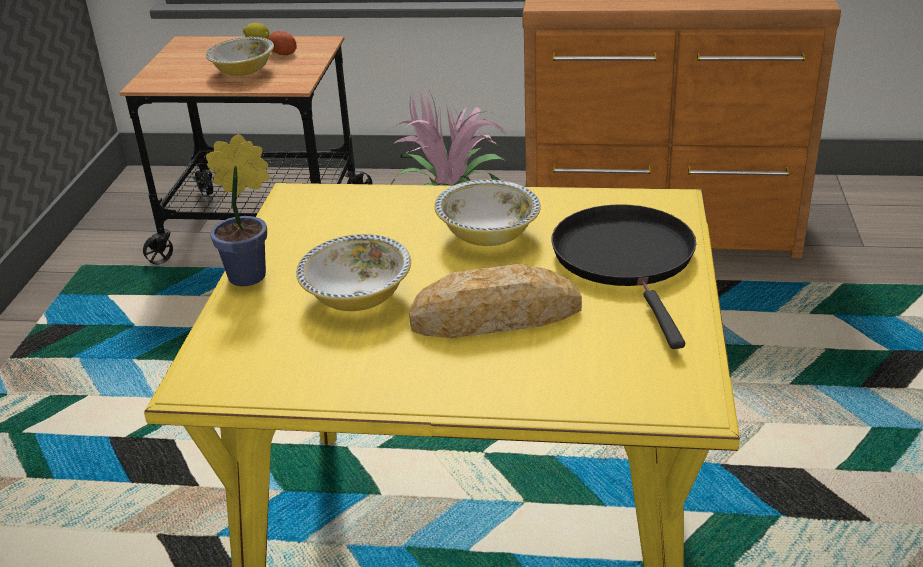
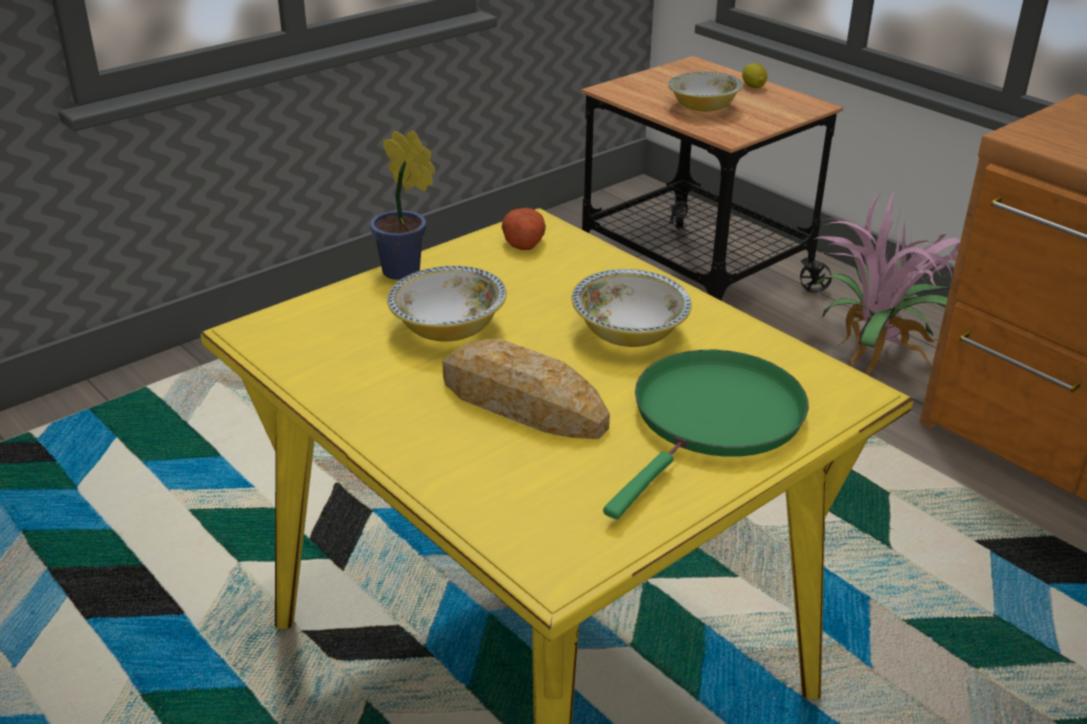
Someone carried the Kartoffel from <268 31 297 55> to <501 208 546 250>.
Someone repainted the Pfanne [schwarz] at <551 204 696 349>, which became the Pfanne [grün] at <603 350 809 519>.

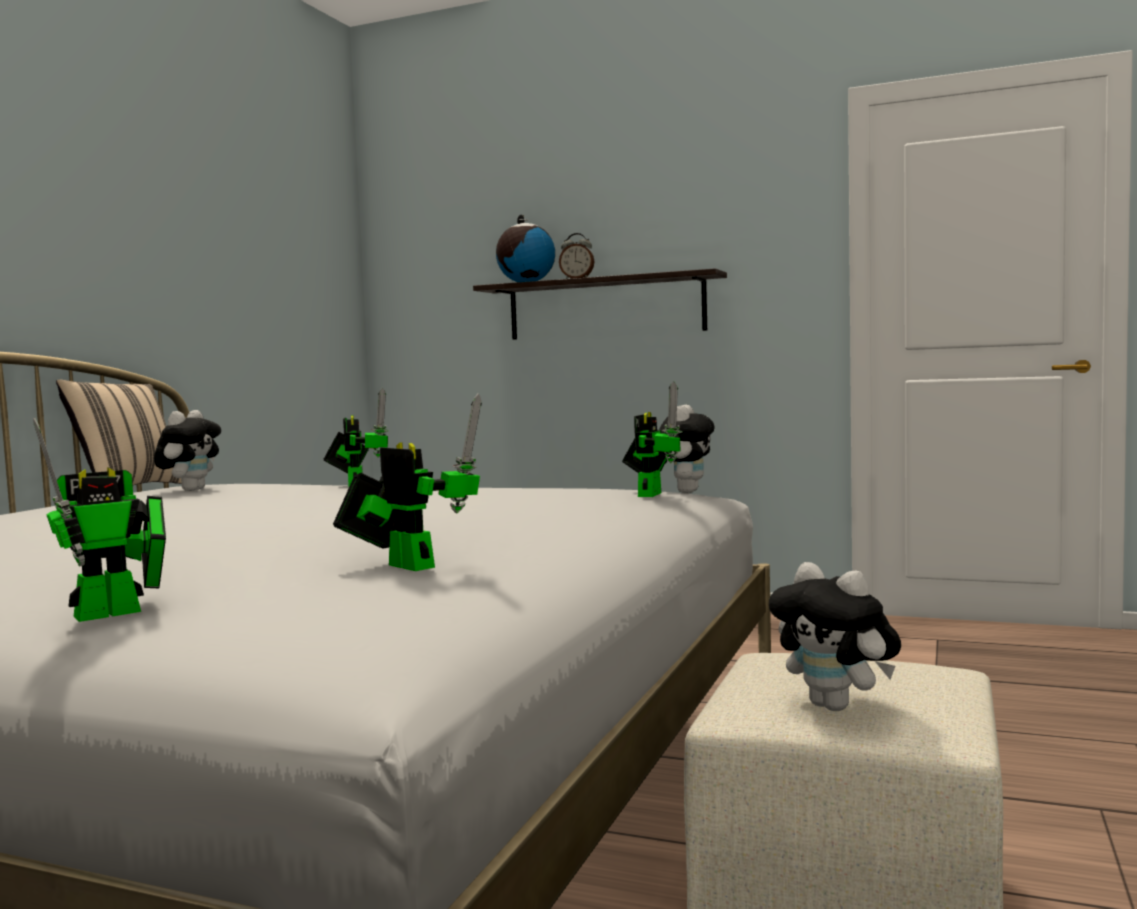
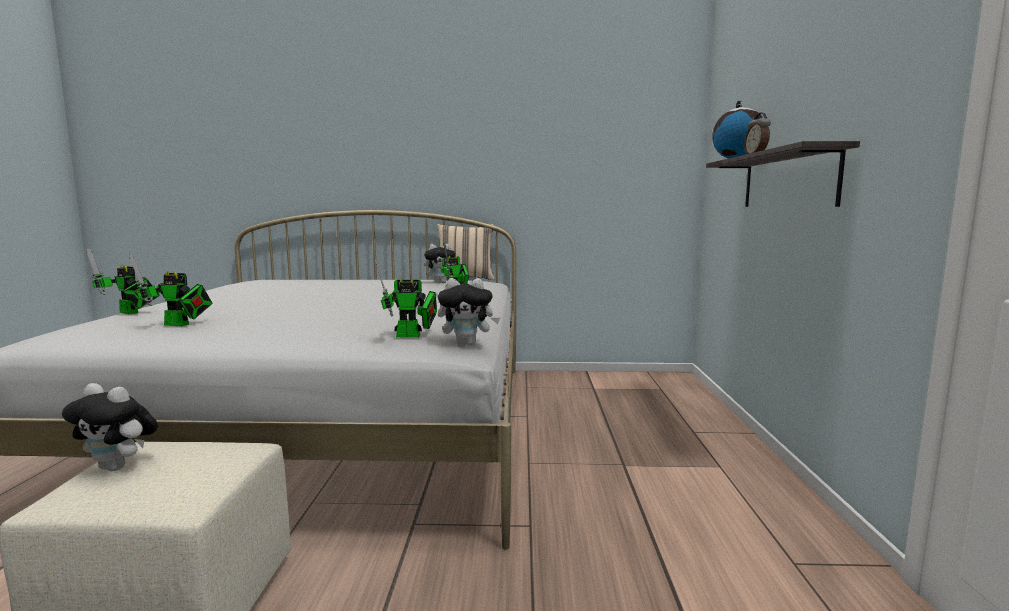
Someone rotated the Plüschtier at <769 562 901 711> by 105 degrees counterclockwise.
Someone rotated the Spielzeugroboter at <333 393 482 571> by 75 degrees clockwise.

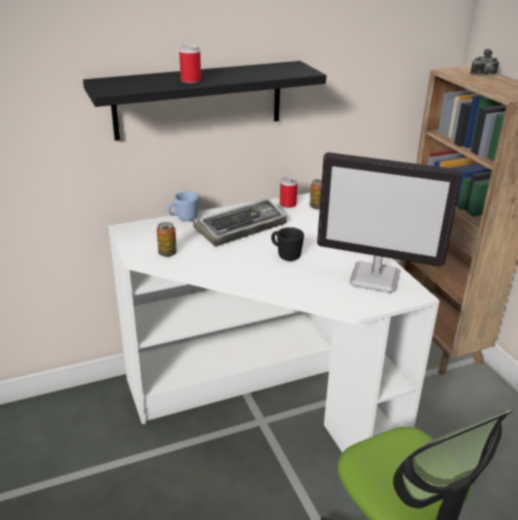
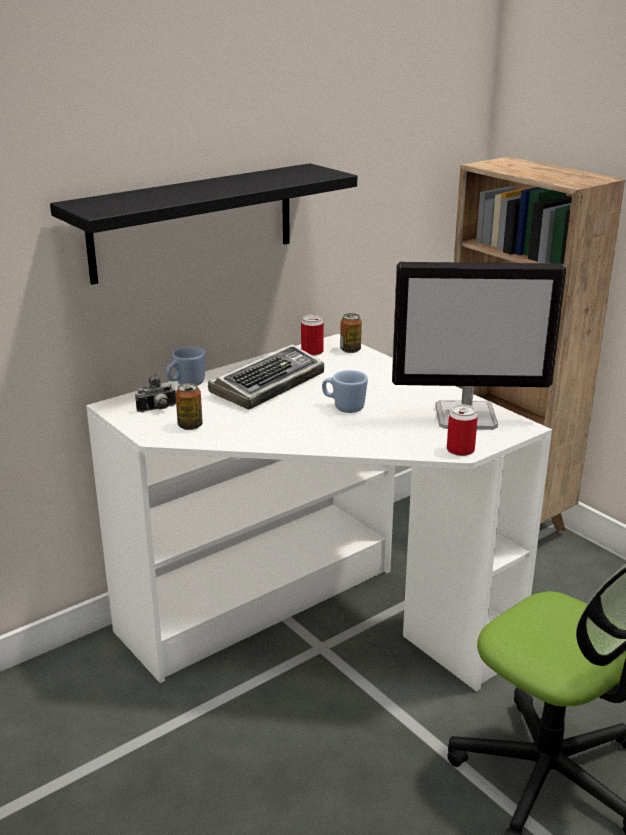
Someone carried the Kamera from <470 49 499 75> to <135 374 176 412>.
Someone repainted the Henkelbecher [schwarz] at <271 227 304 261>, which became the Henkelbecher [blau] at <322 370 368 413>.
Someone carried the Dose from <179 45 201 83> to <447 404 478 456>.

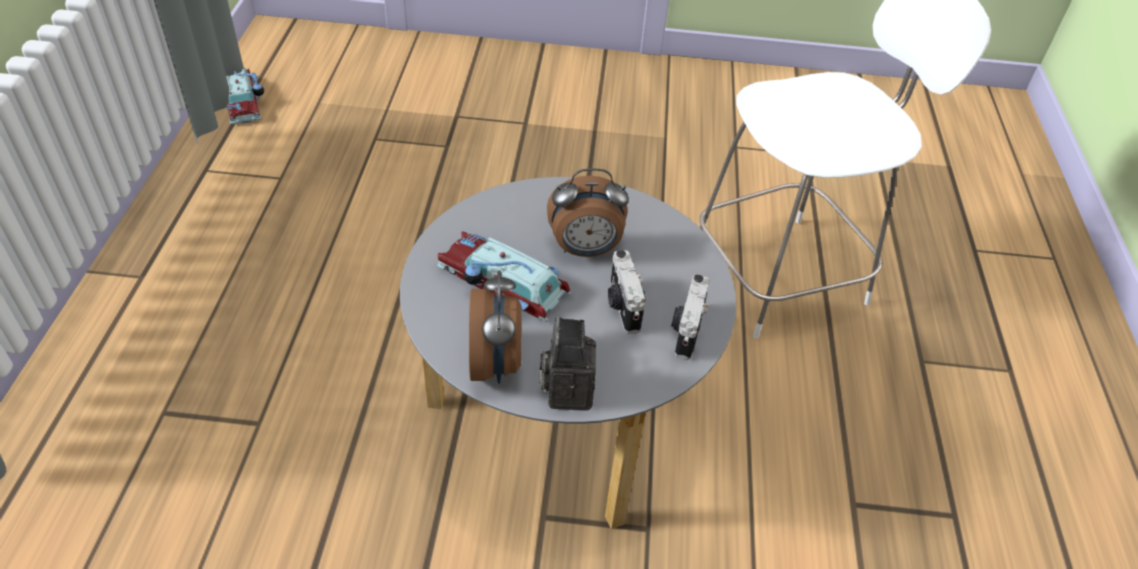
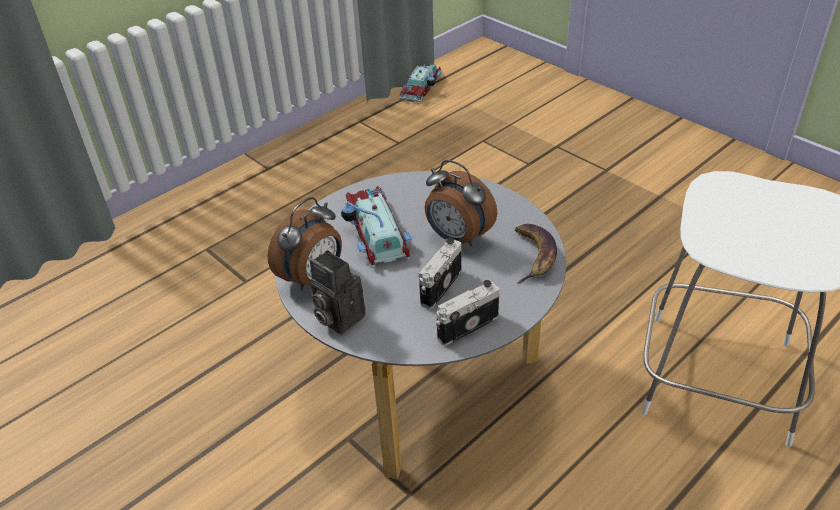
Someone rotated the Kamera at <539 315 596 411> by 90 degrees counterclockwise.
Someone put down the Banane at <515 224 557 284>.

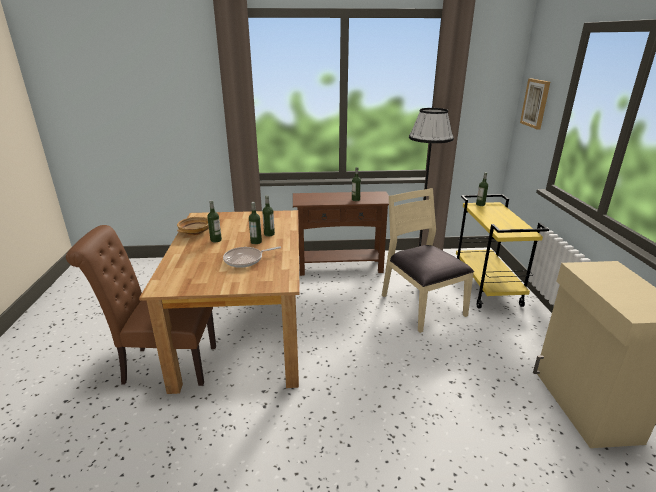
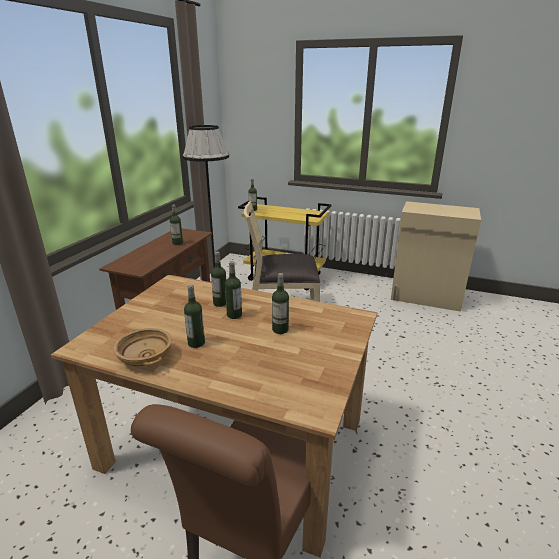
Someone swapped the Pfanne at <223 246 281 268> for the Flasche at <272 273 289 334>.
Someone took away the Bild at <520 78 550 129>.

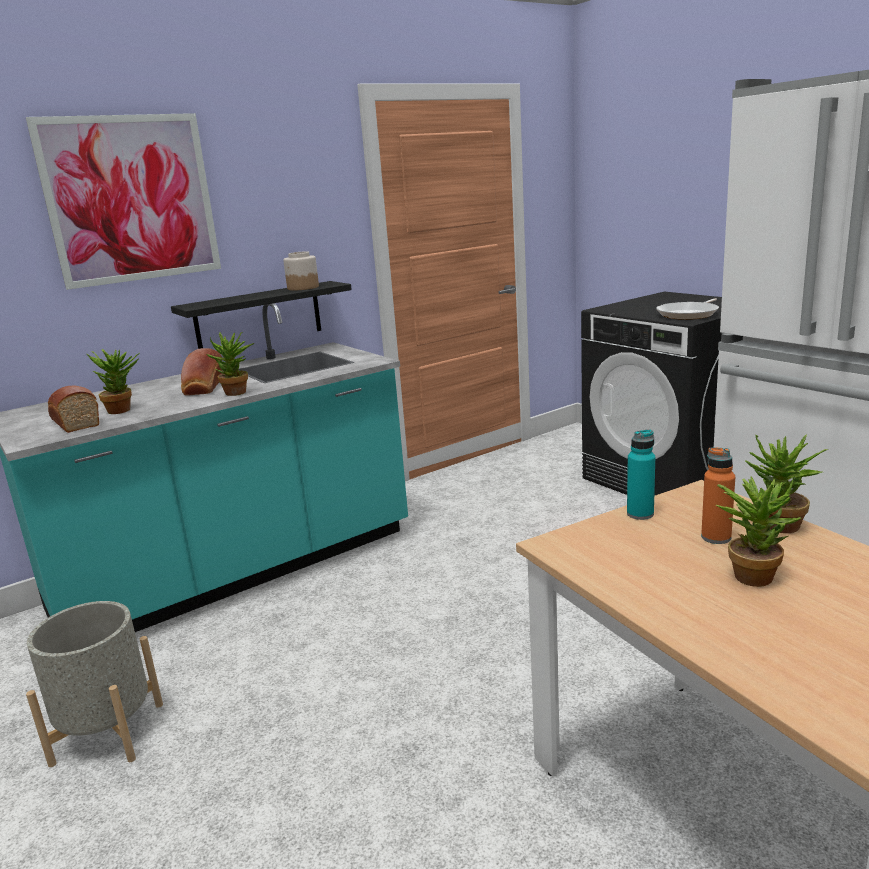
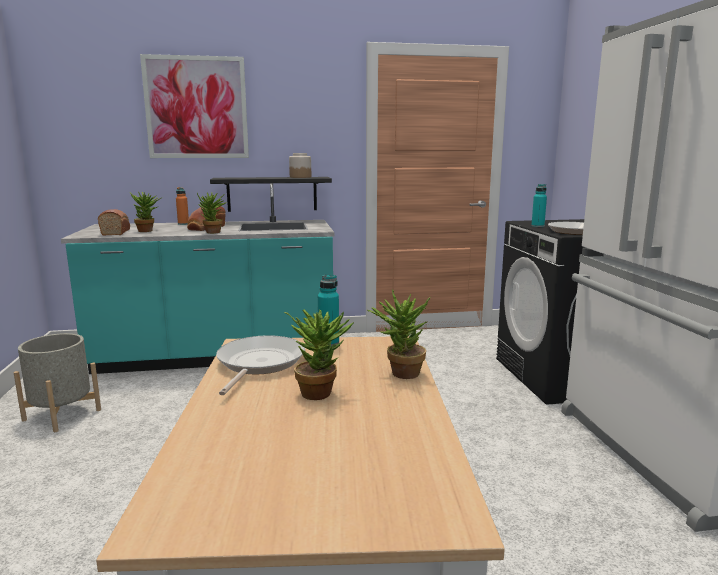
Someone carried the Flasche [orange] from <701 447 735 544> to <176 187 189 225>.
Someone put down the Pfanne at <216 335 305 395>.
Someone put down the Flasche [türkis] at <531 184 547 227>.

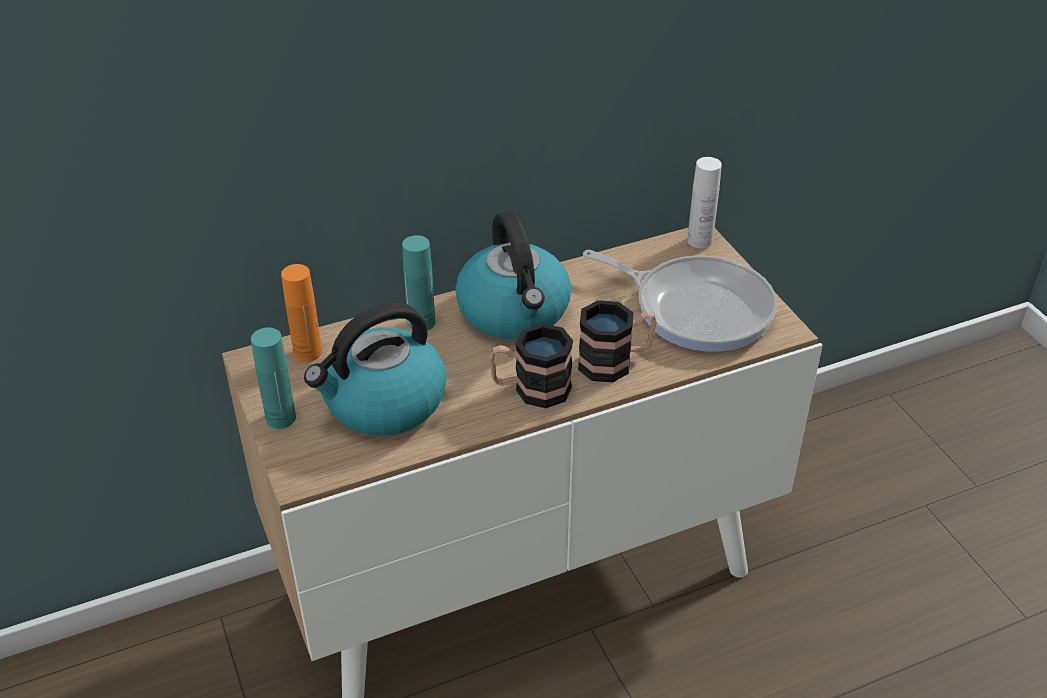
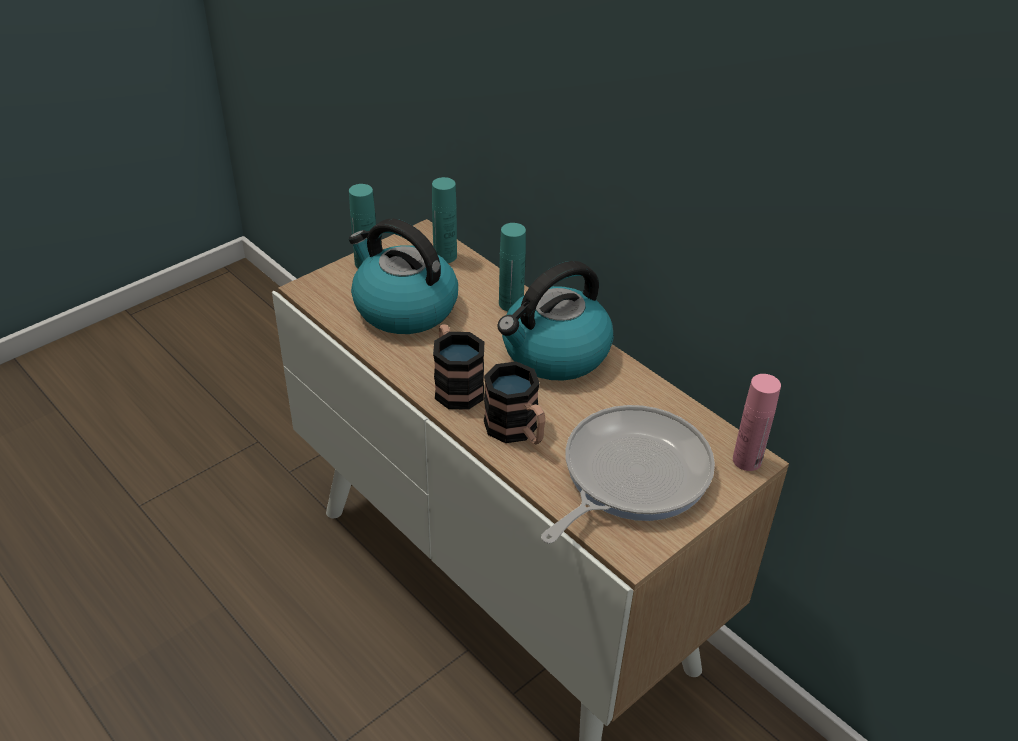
Someone repainted the Flasche [orange] at <281 264 322 362>, which became the Flasche [türkis] at <432 177 457 263>.
Someone rotated the Pfanne at <583 250 777 352> by 150 degrees counterclockwise.
Someone repainted the Flasche [weiß] at <687 157 722 249>, which became the Flasche [rosa] at <733 374 781 471>.

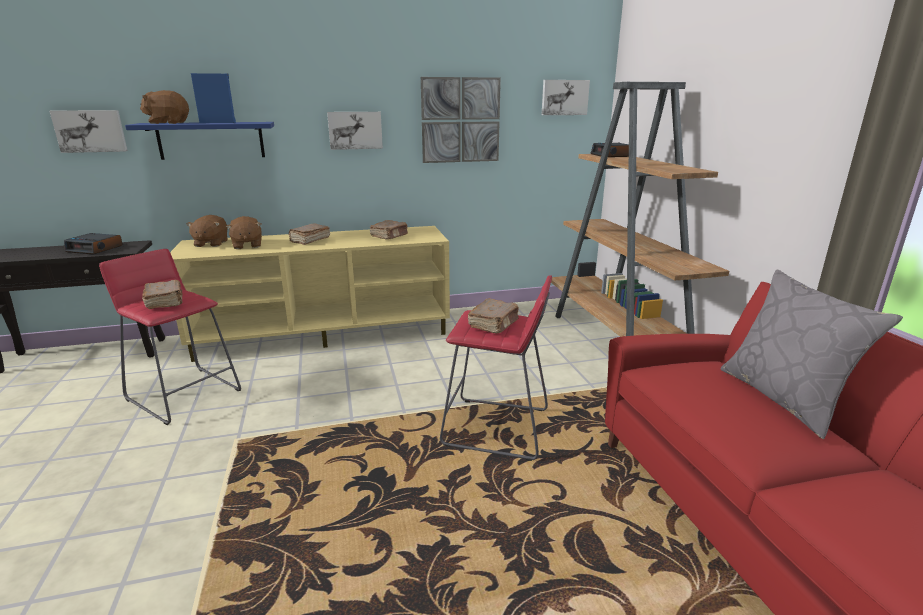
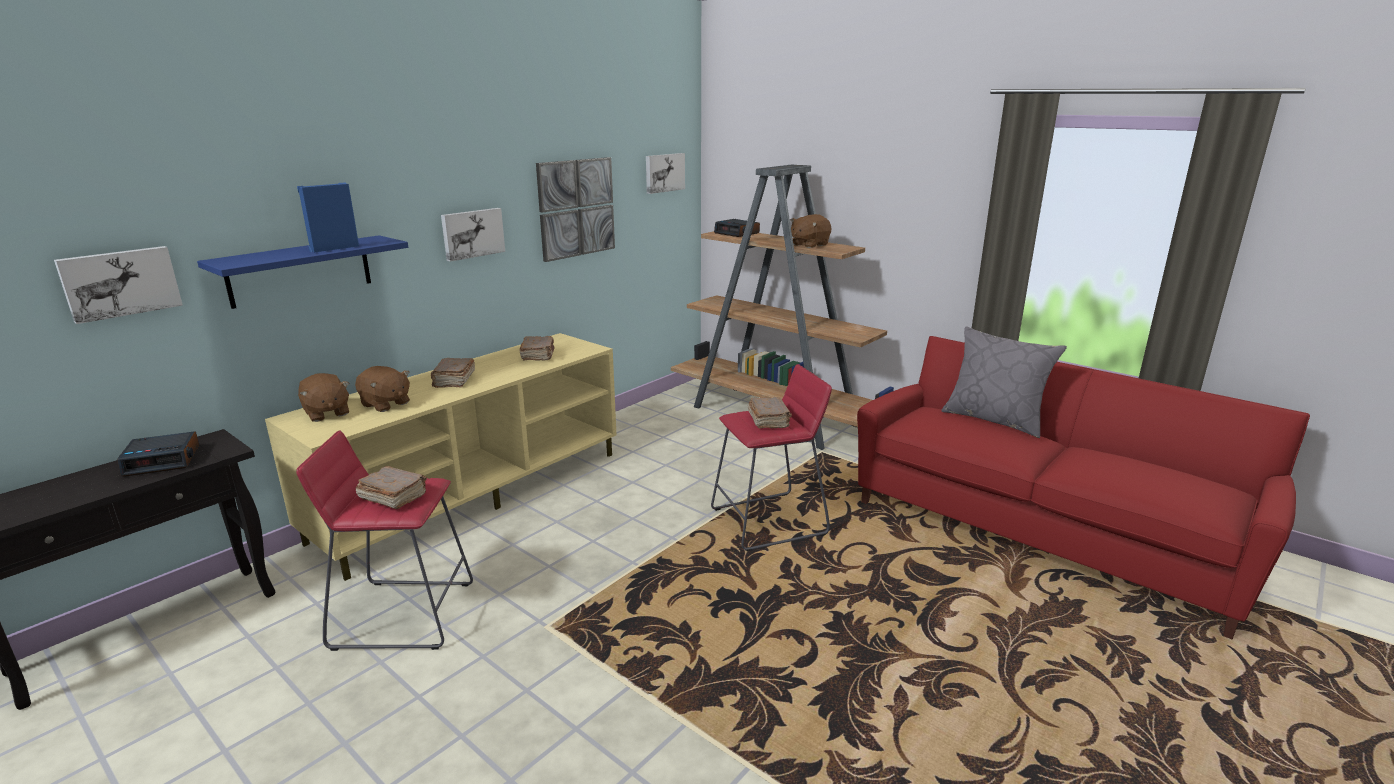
Someone carried the Plüschtier [braun] from <140 90 189 124> to <791 214 831 248>.

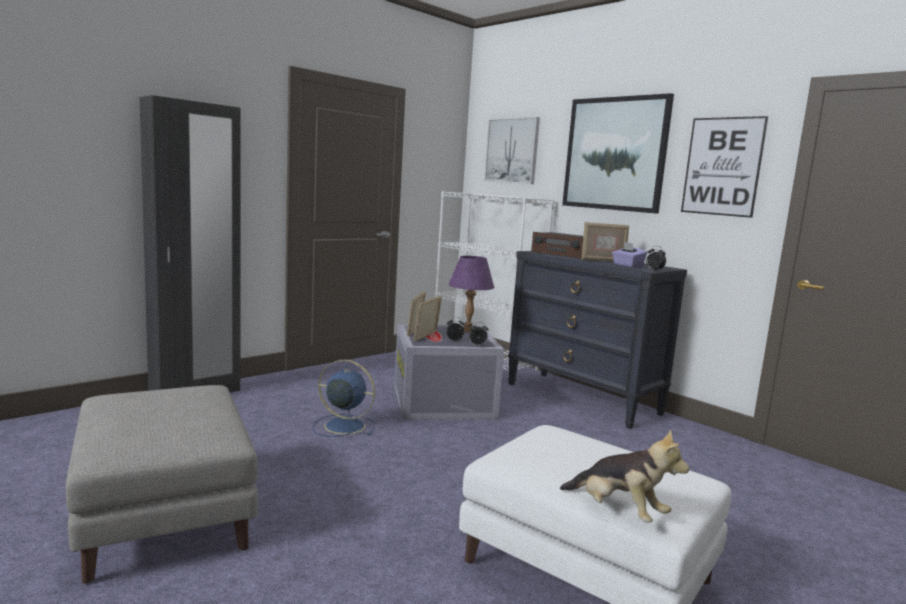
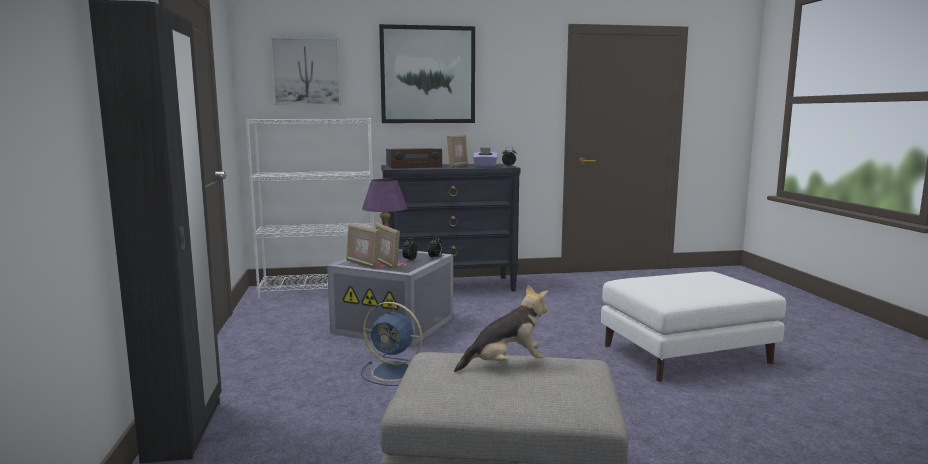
Someone rotated the Ventilator [blau] at <312 360 375 437> by 120 degrees counterclockwise.
Someone carried the Plüschtier from <560 430 689 523> to <454 285 548 372>.
Someone took away the Bild at <681 116 768 218>.

